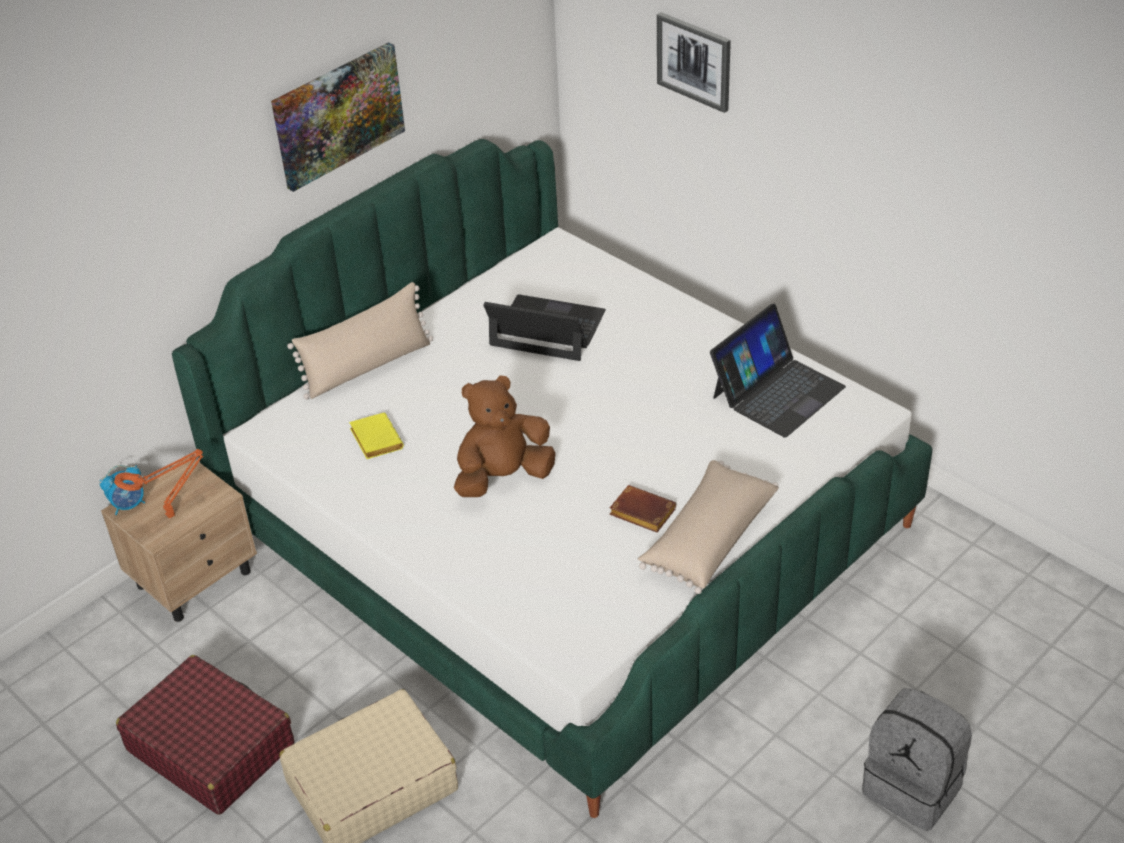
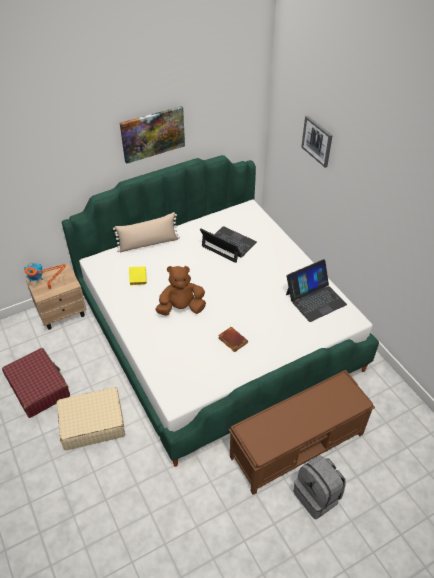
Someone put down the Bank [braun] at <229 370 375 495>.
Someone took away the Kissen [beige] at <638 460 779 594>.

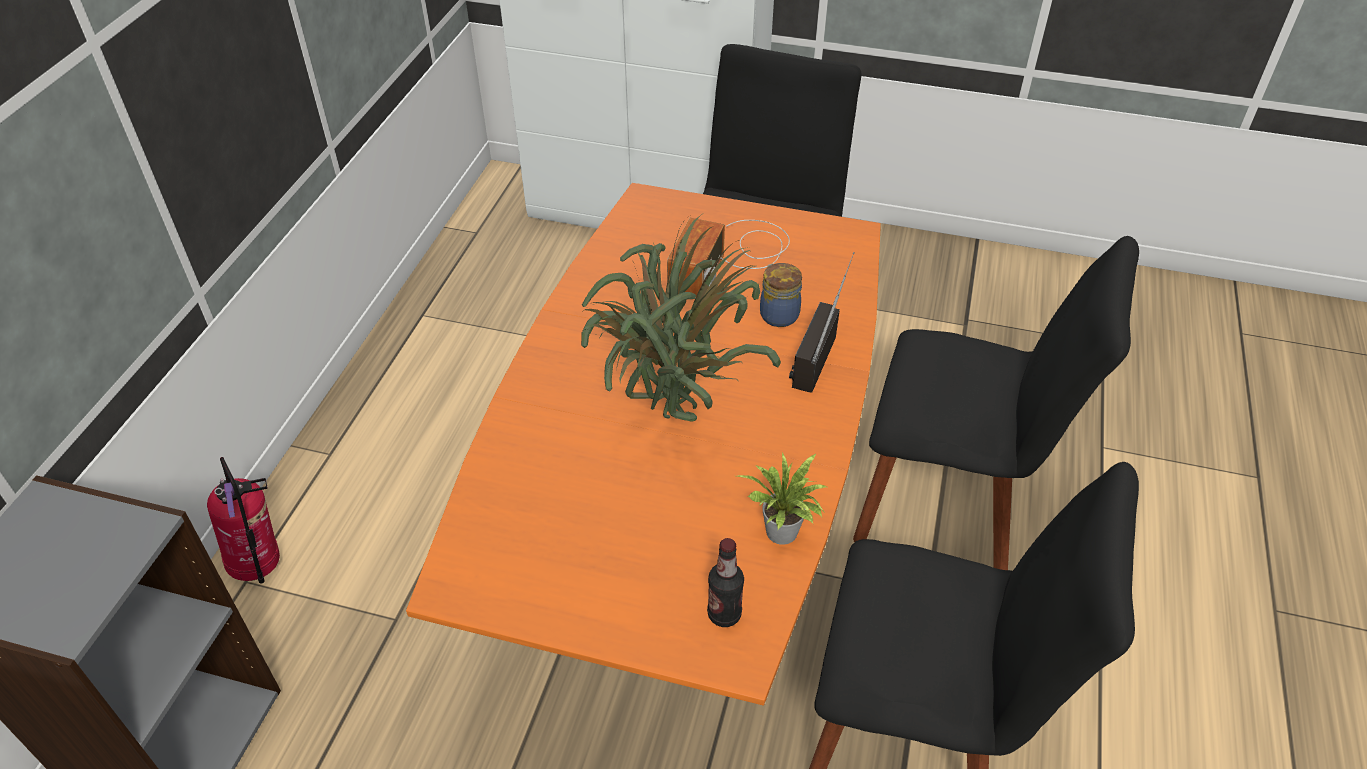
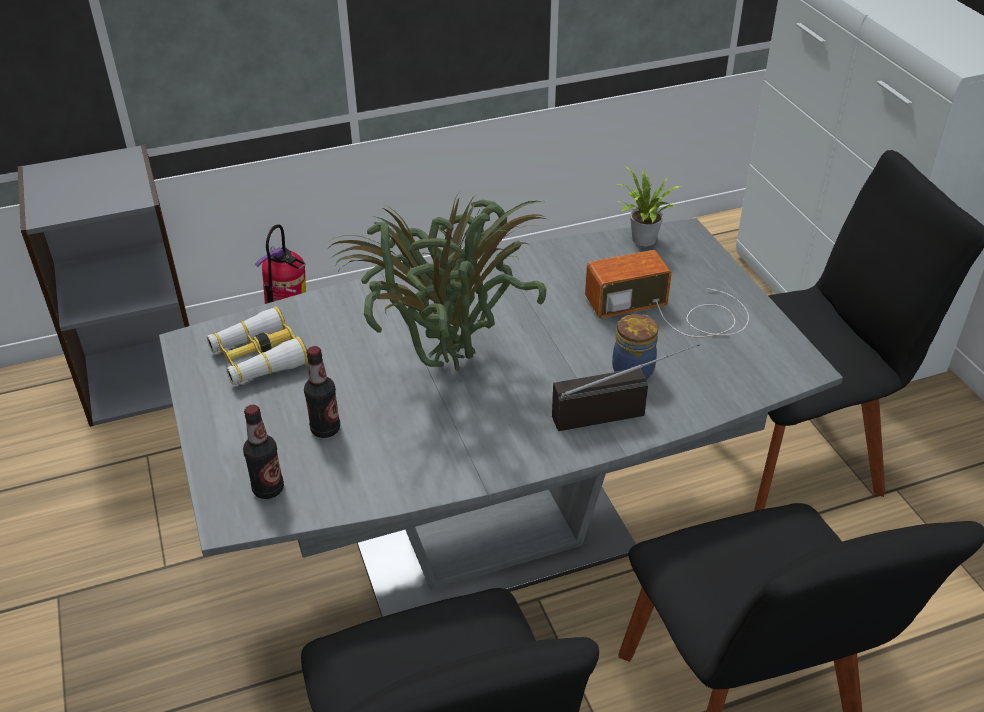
Someone repainted the Esstisch [orange] at <406 183 881 706>, which became the Esstisch [grau] at <159 218 843 617>.
Someone put down the Fernglas at <207 306 308 385>.
Someone put down the Flasche at <304 346 340 438>.
Someone carried the Topfpflanze from <737 452 827 545> to <616 166 681 246>.

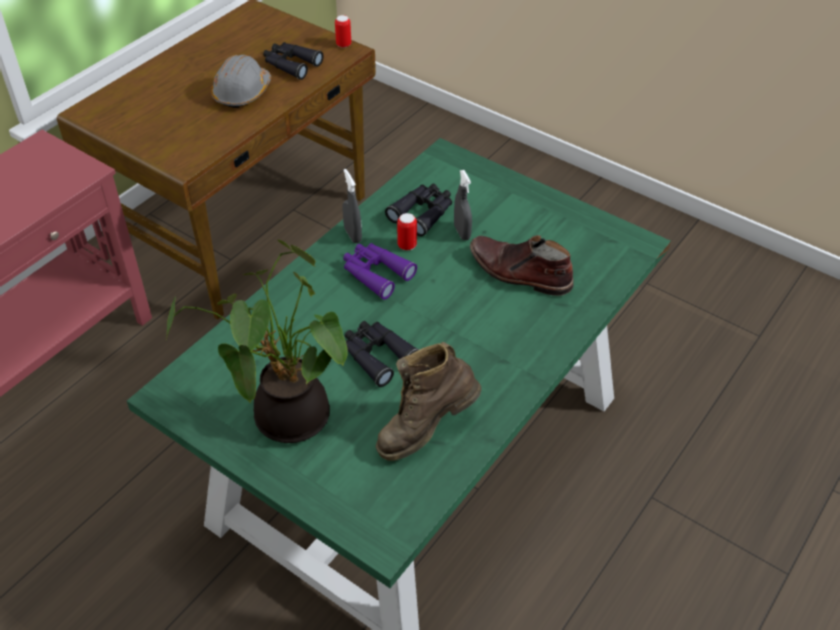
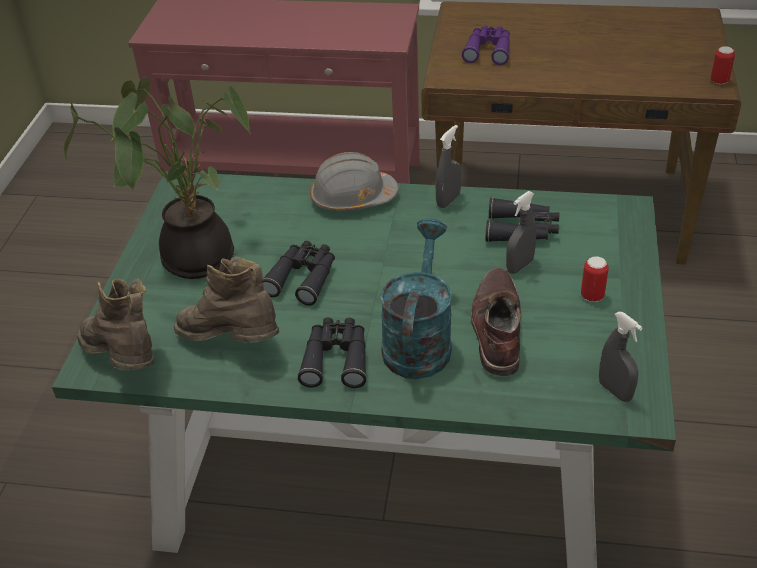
Someone put down the Stiefel [braun] at <77 278 155 370>.
Someone carried the Fernglas [schwarz] from <263 42 324 80> to <298 317 367 388>.
Someone carried the Schutzhelm [grau] from <211 55 271 108> to <310 152 399 211>.
Someone put down the Gießkanne [türkis] at <380 218 452 379>.
Someone carried the Fernglas [lila] from <343 243 417 300> to <462 25 510 65>.
Someone carried the Dose from <397 213 417 250> to <581 256 609 302>.
Someone put down the Sprühflasche [grau] at <599 312 643 402>.

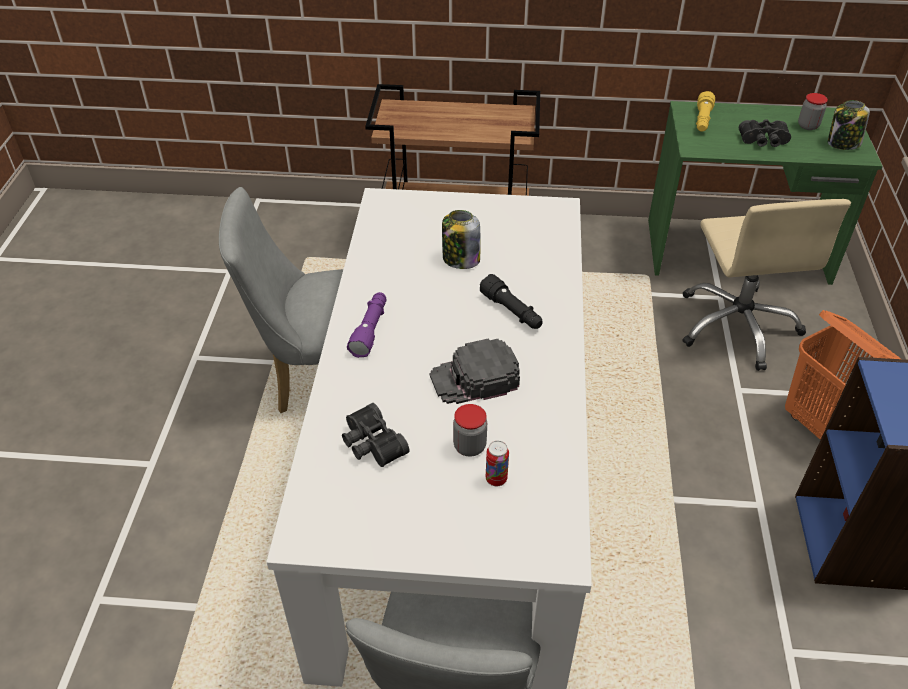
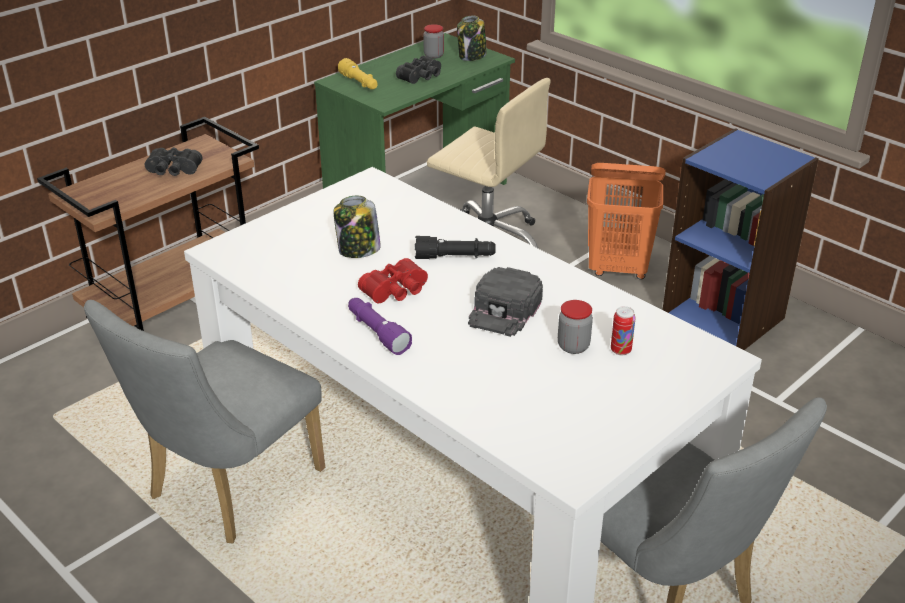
Someone carried the Fernglas [schwarz] from <342 403 409 467> to <145 147 203 176>.
Someone put down the Fernglas [rot] at <358 258 428 303>.

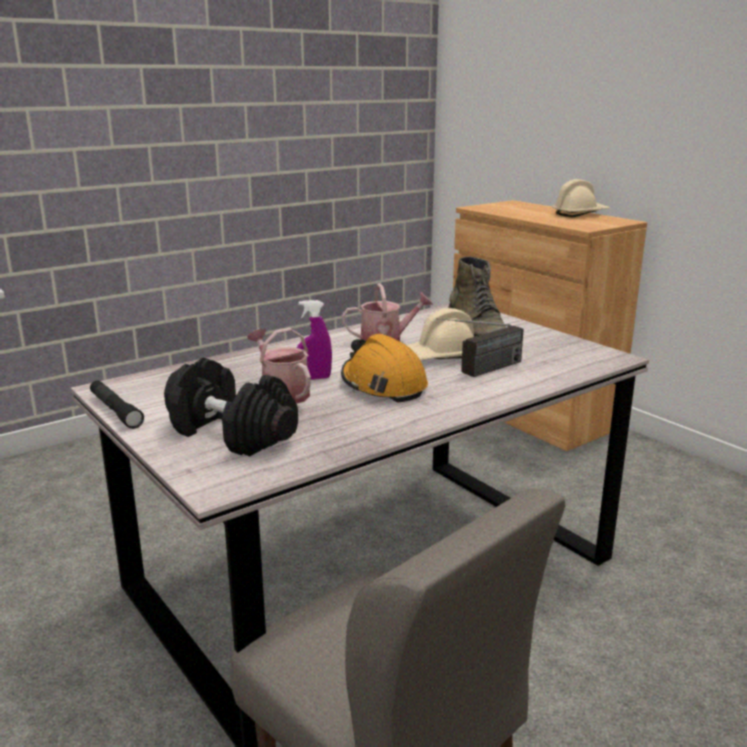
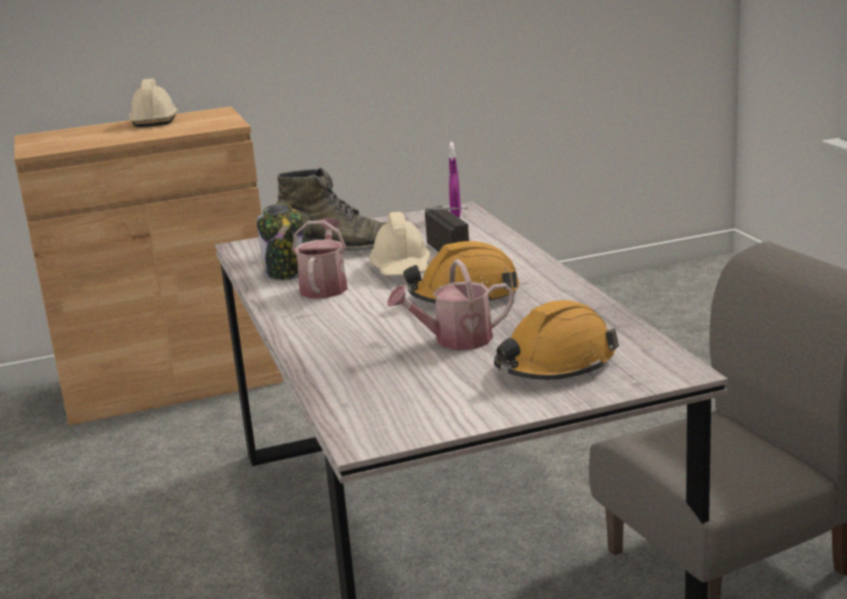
Someone put down the Vorratsglas at <257 204 306 280>.
Someone carried the Sprühflasche [lila] from <297 300 332 380> to <449 142 461 218>.
Someone swapped the Hantel [schwarz] at <164 358 298 456> for the Schutzhelm [orange] at <494 300 619 380>.
Someone took away the Taschenlampe [schwarz] at <90 381 144 429>.

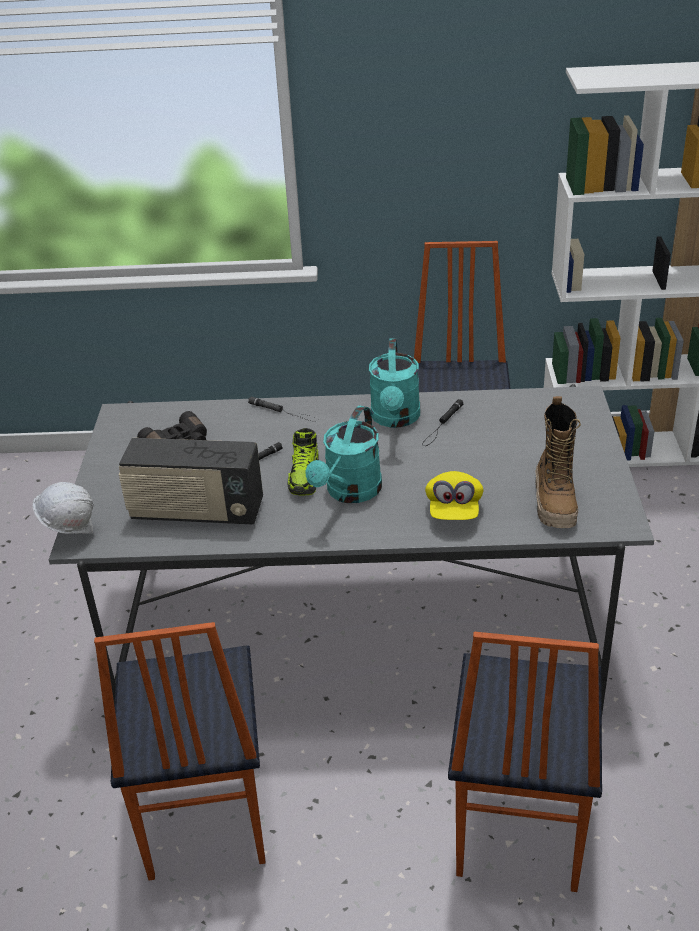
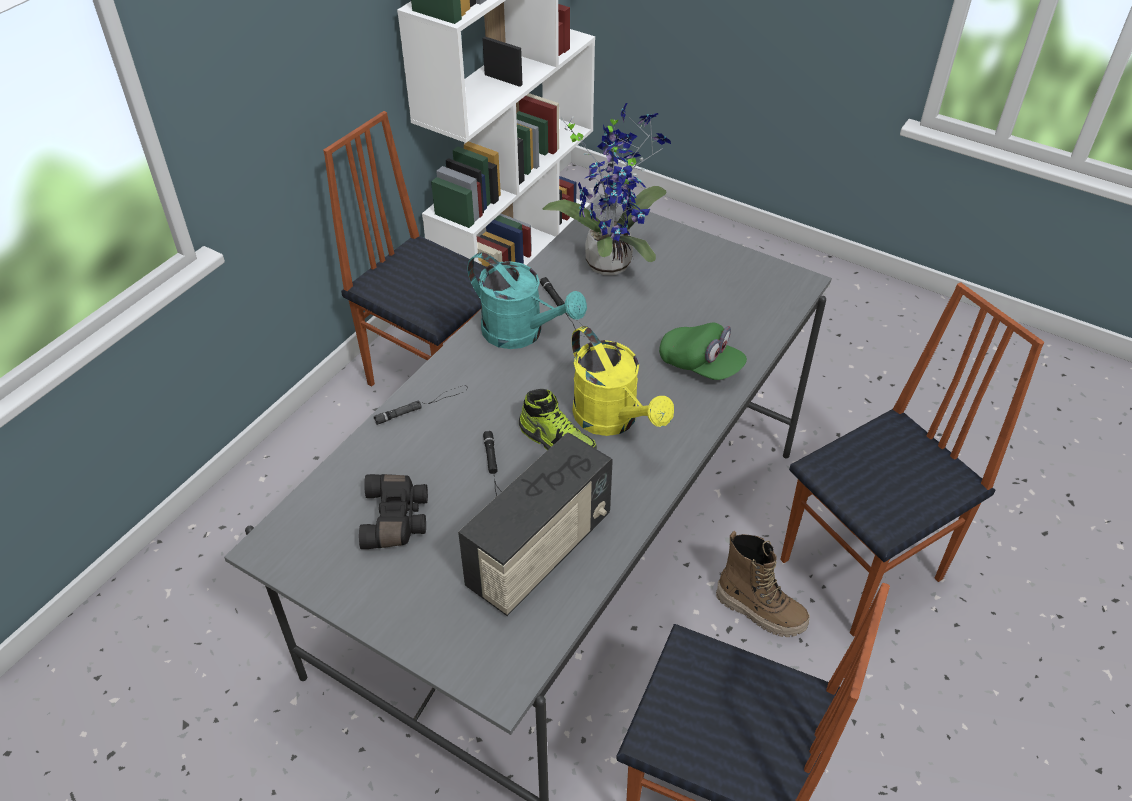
Someone put down the Topfpflanze at <543 103 671 275>.
Someone repainted the Gießkanne [türkis] at <305 406 382 503>, which became the Gießkanne [gelb] at <572 326 674 436>.
Someone repainted the Kappe [gelb] at <425 471 483 520>, which became the Kappe [grün] at <659 323 747 380>.
Someone carried the Stiefel from <535 396 581 528> to <716 531 810 637>.
Someone rotated the Stuhl at <448 632 602 892> by 75 degrees counterclockwise.
Someone took away the Schutzhelm [weiß] at <32 482 94 534>.

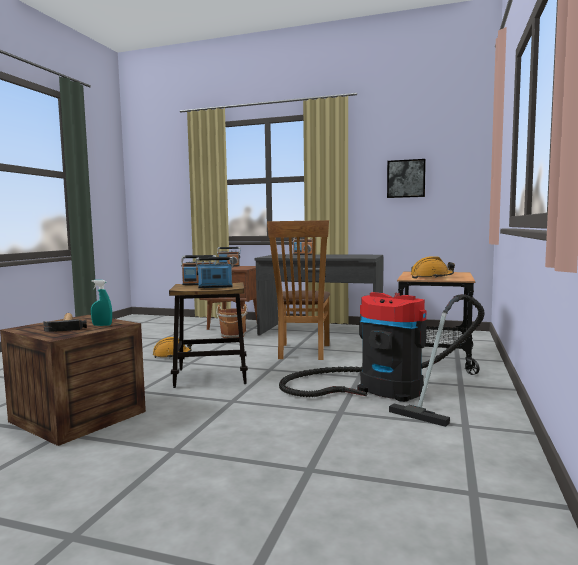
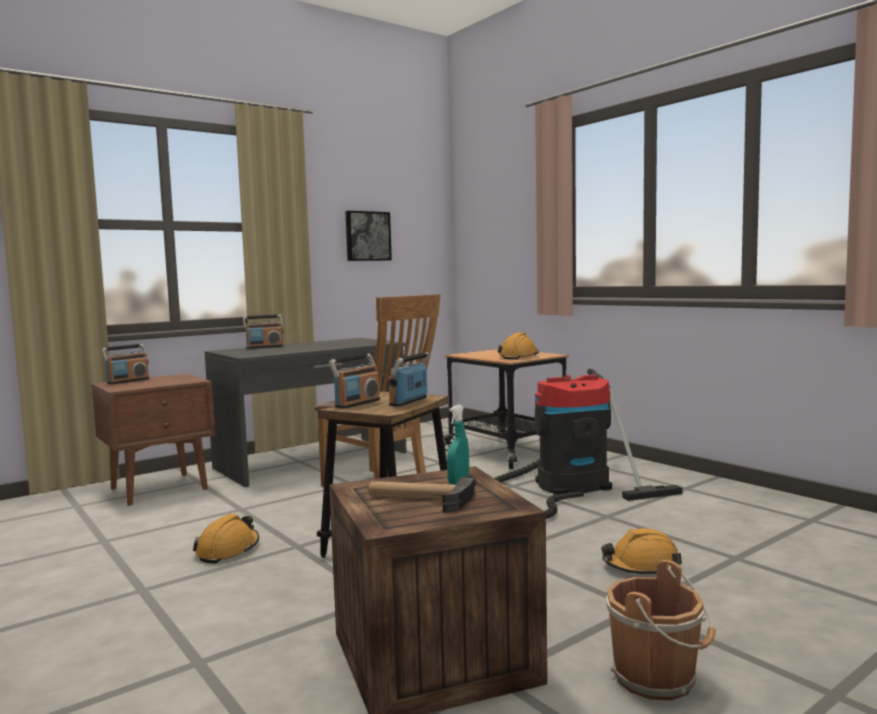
Someone put down the Schutzhelm [orange] at <601 528 682 574>.
Someone carried the Eimer [braun] from <216 304 248 338> to <606 560 716 700>.

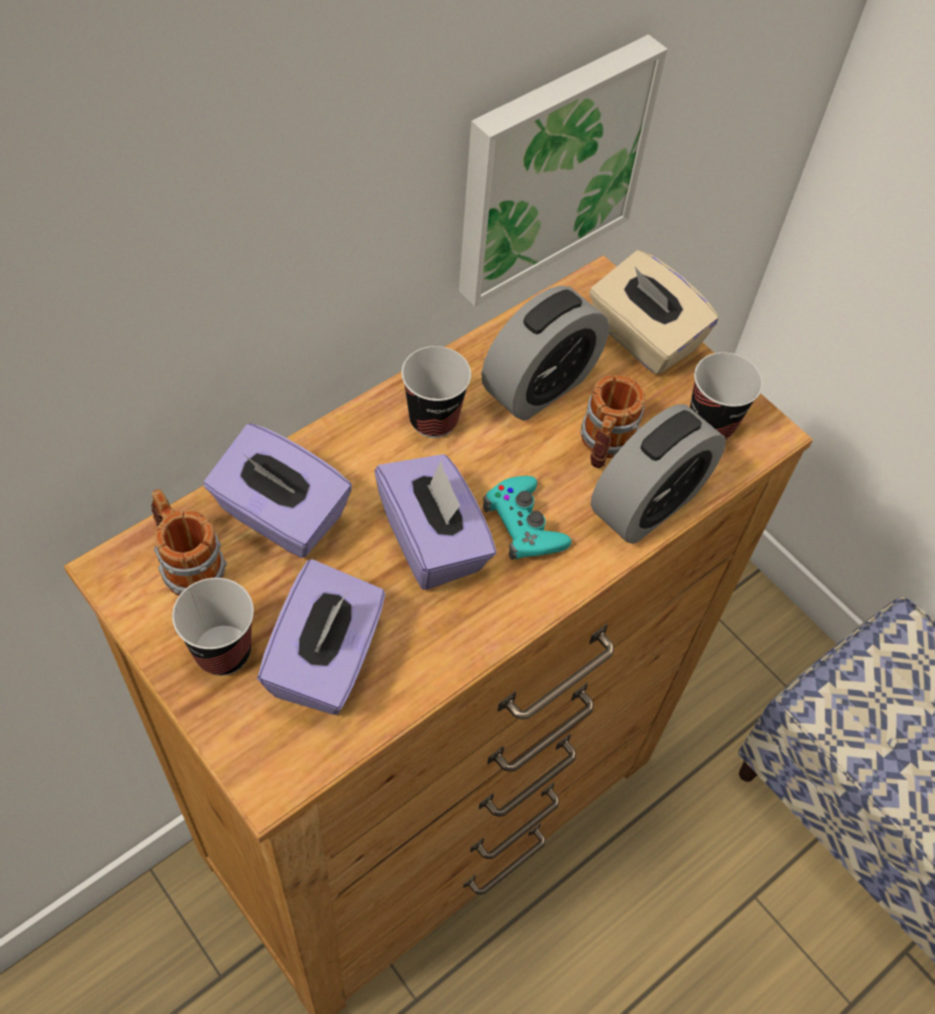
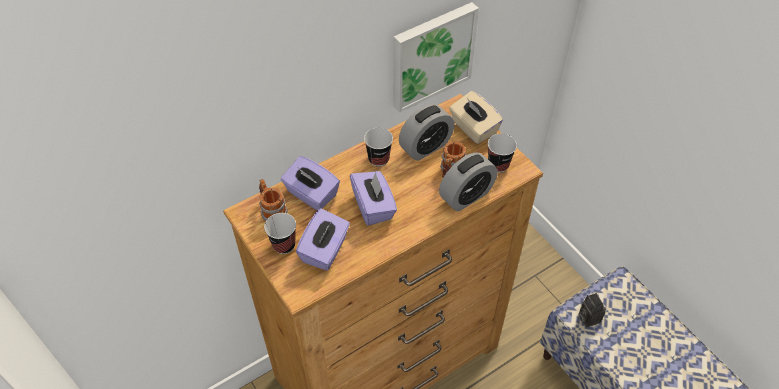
Someone put down the Kamera at <578 293 606 327>.
Someone took away the Gamepad [türkis] at <483 476 571 560>.

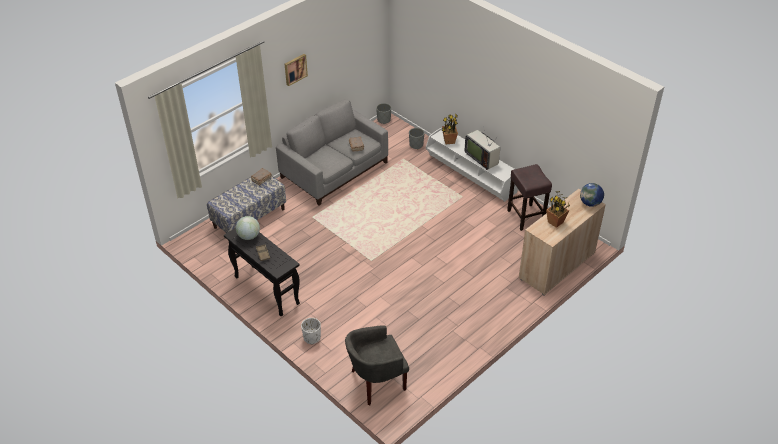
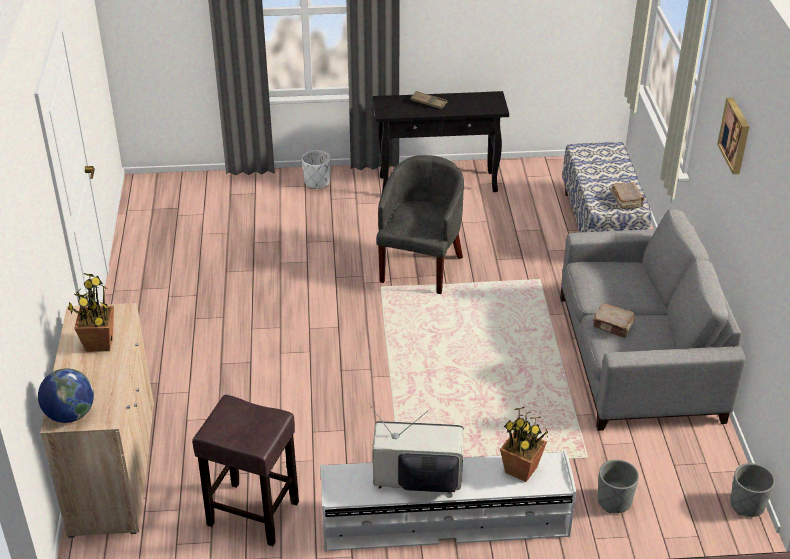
Someone carried the Sessel [grau] from <345 325 409 405> to <376 155 464 294>.
Someone took away the Globus at <236 216 260 240>.

